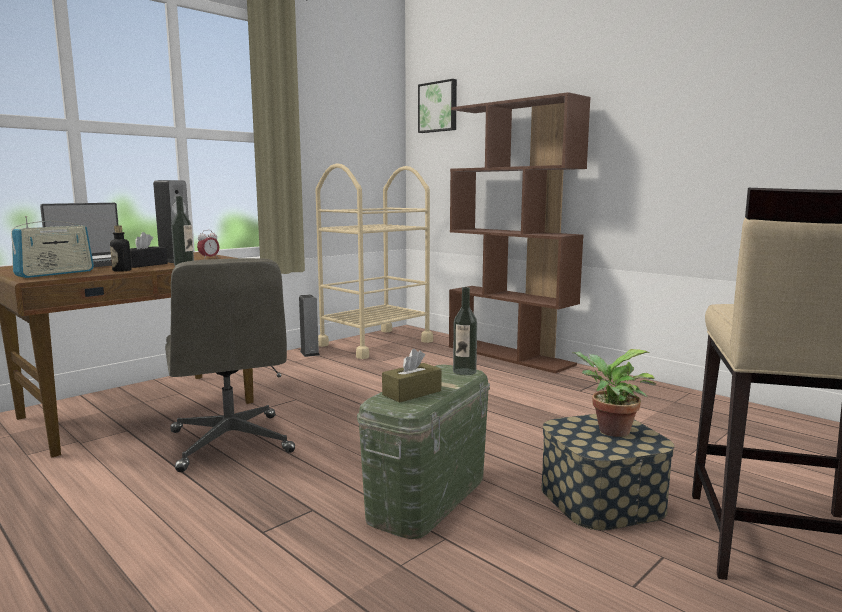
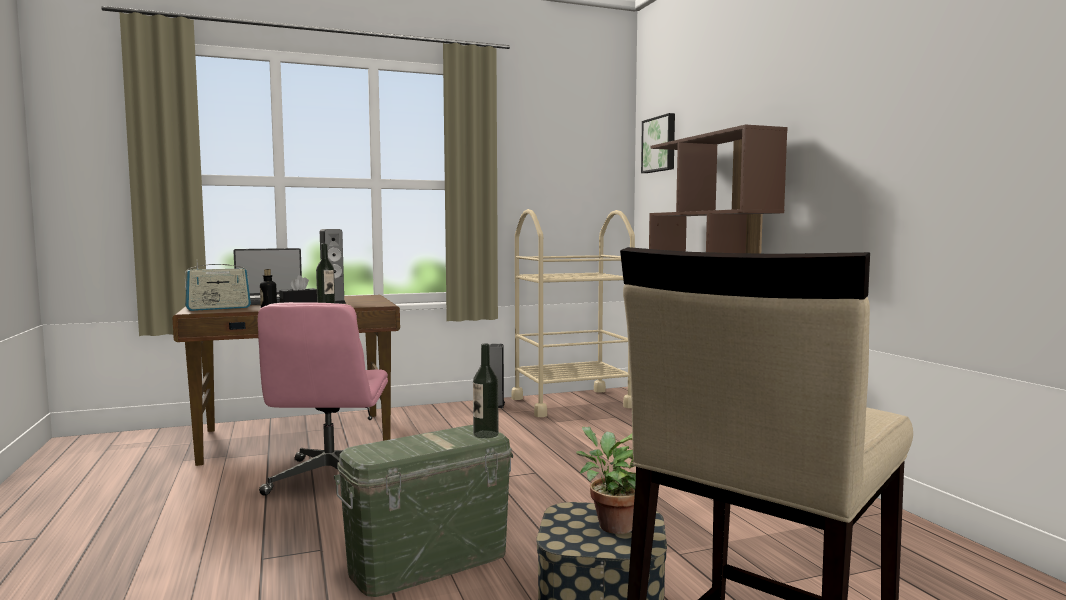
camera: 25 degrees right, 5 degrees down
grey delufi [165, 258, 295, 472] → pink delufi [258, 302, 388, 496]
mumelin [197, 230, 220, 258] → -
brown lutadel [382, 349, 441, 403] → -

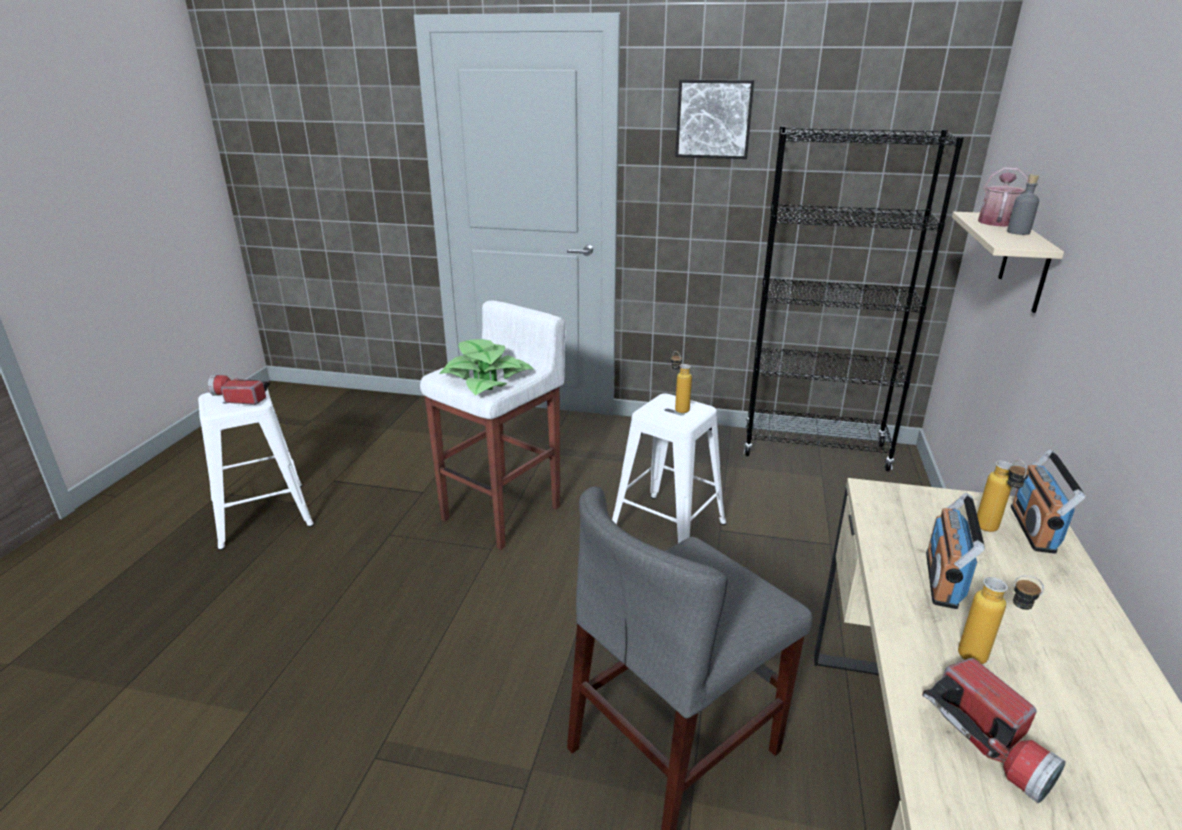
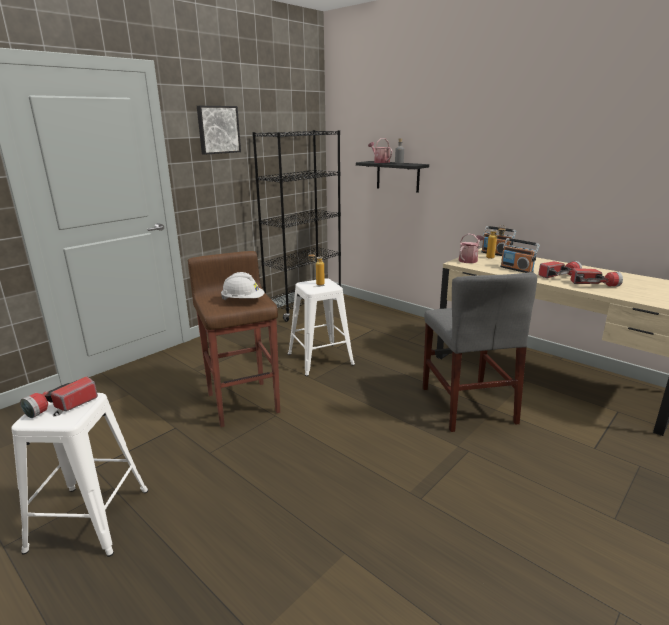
camera: 60 degrees left, 5 degrees down
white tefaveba [420, 301, 566, 550] → brown tefaveba [188, 251, 280, 427]
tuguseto [439, 339, 535, 395] → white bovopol [221, 272, 265, 300]
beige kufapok [952, 212, 1064, 313] → black kufapok [356, 161, 429, 193]
- → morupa [458, 233, 484, 263]
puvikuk [958, 575, 1044, 664] → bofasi [539, 261, 582, 278]

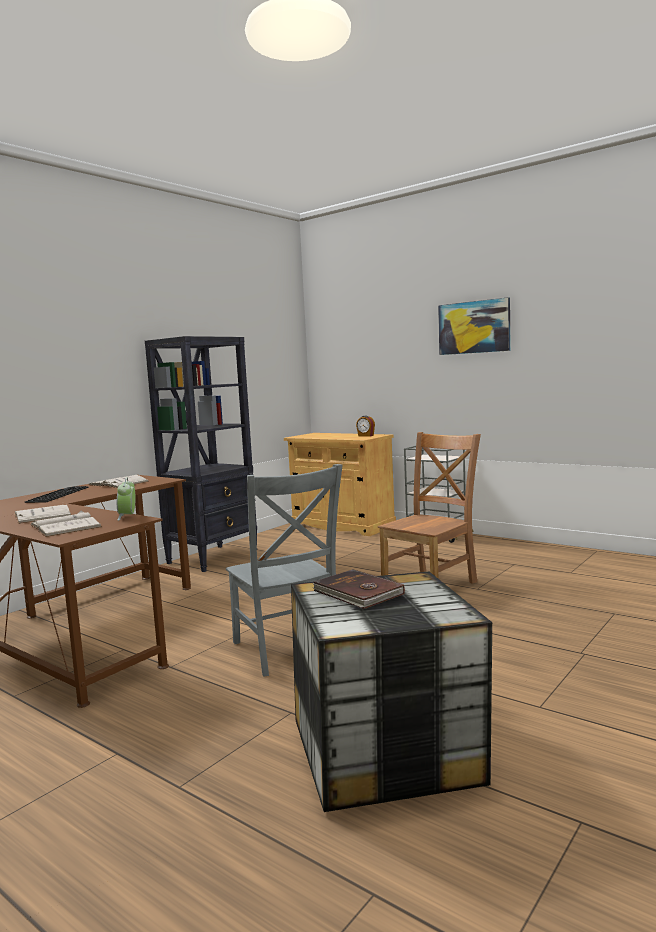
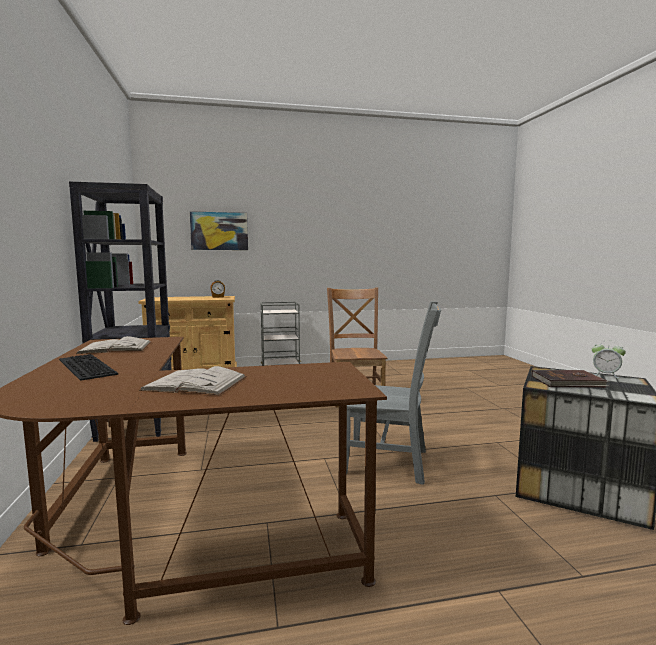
camera: 50 degrees left, 0 degrees up
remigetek [438, 297, 511, 355] → remigetek [190, 212, 248, 250], relocated
mumelin [117, 477, 136, 521] → mumelin [592, 340, 626, 379], relocated
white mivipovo [30, 511, 102, 537] → -

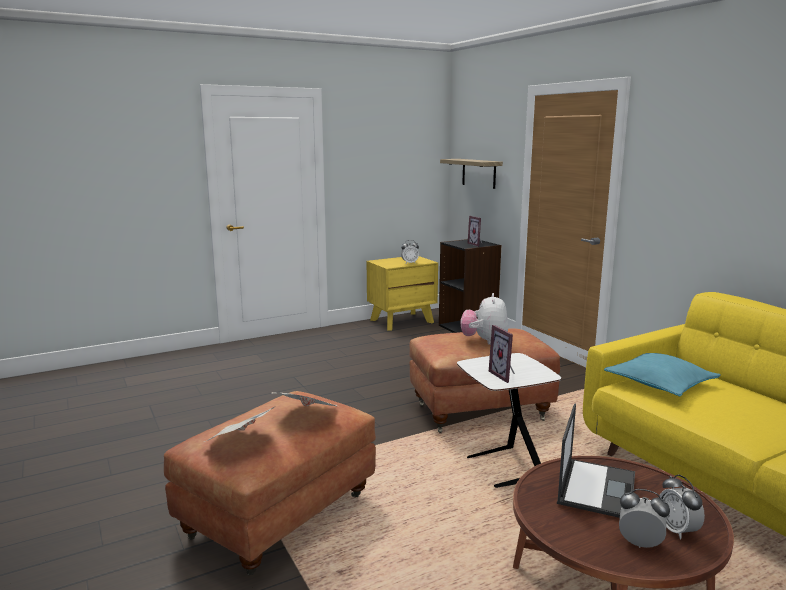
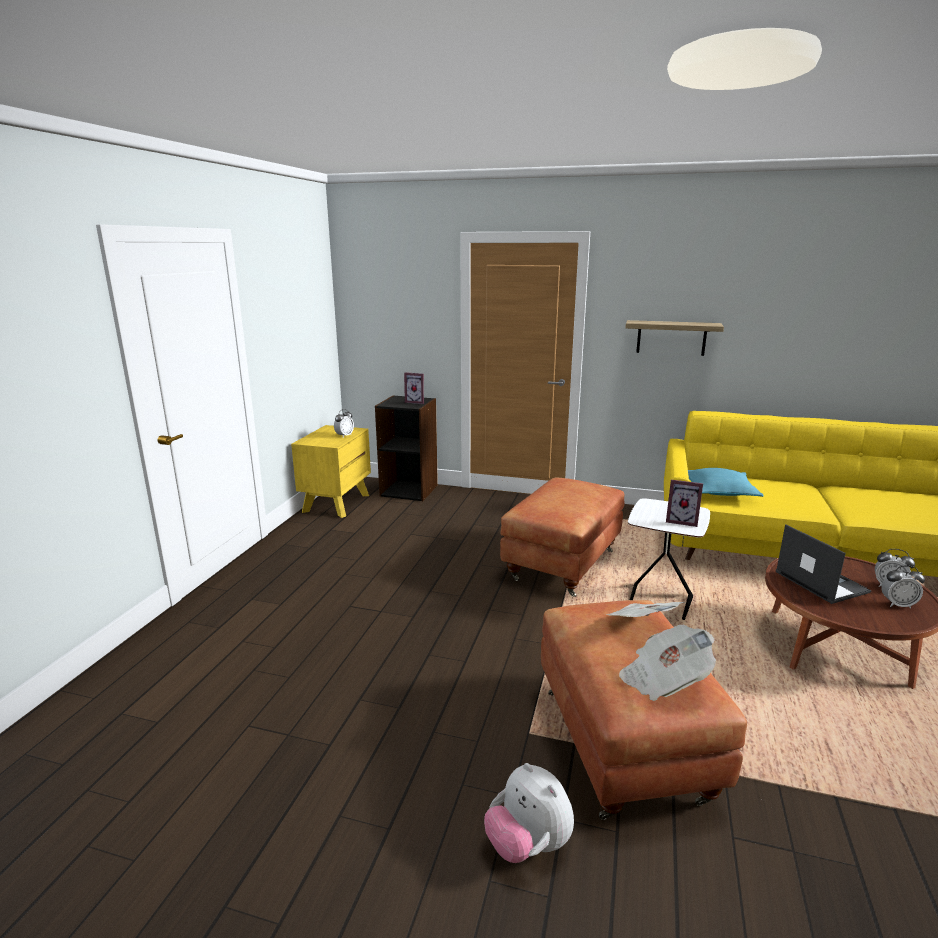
camera: 45 degrees left, 5 degrees up
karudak [461, 293, 508, 345] → karudak [484, 763, 574, 863], relocated
kufapok [440, 159, 503, 189] → kufapok [625, 320, 724, 356], relocated
mumelin [619, 489, 670, 548] → mumelin [881, 565, 925, 609], 150 degrees counterclockwise

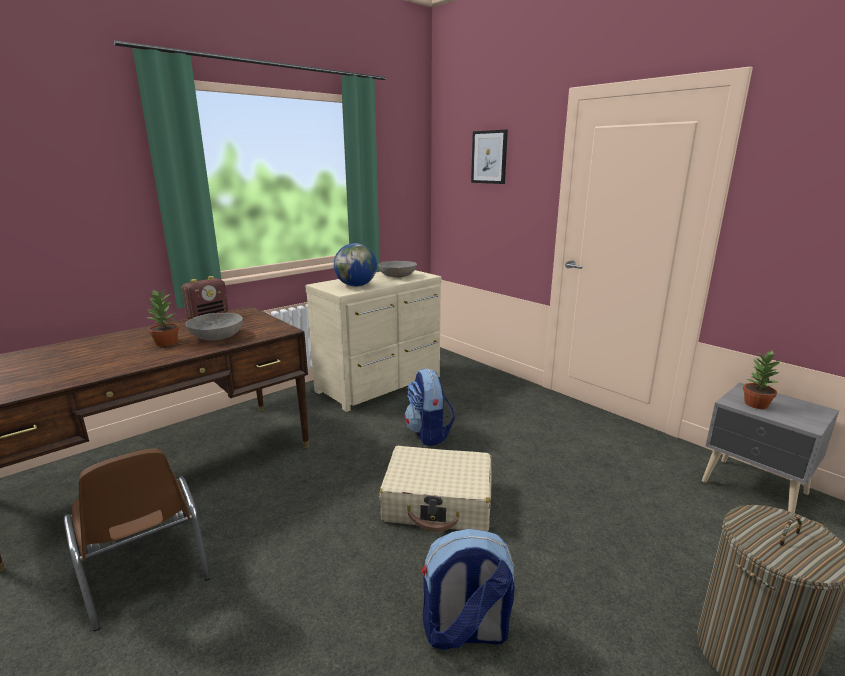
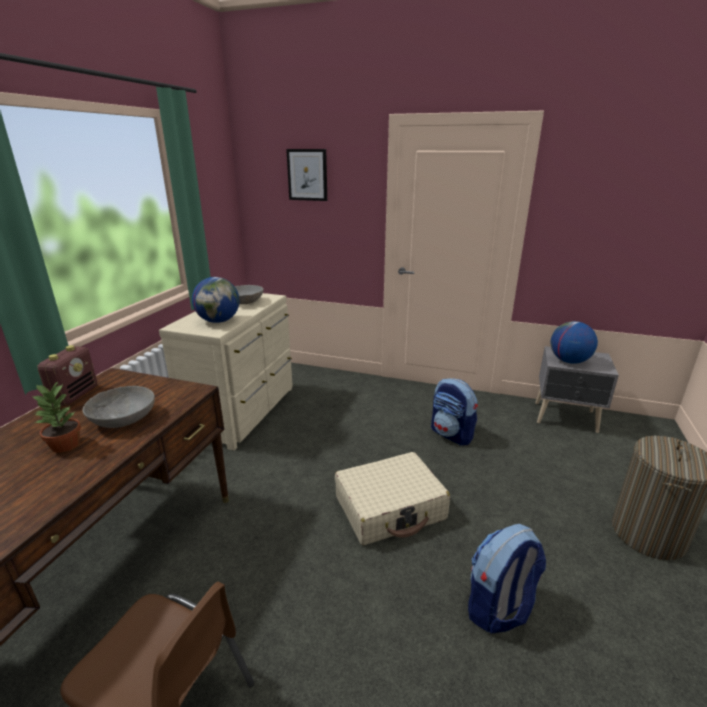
camera: 30 degrees left, 5 degrees up
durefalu [405, 368, 455, 446] → durefalu [431, 378, 478, 445], relocated
tuguseto [743, 350, 781, 409] → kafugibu [551, 321, 598, 364]

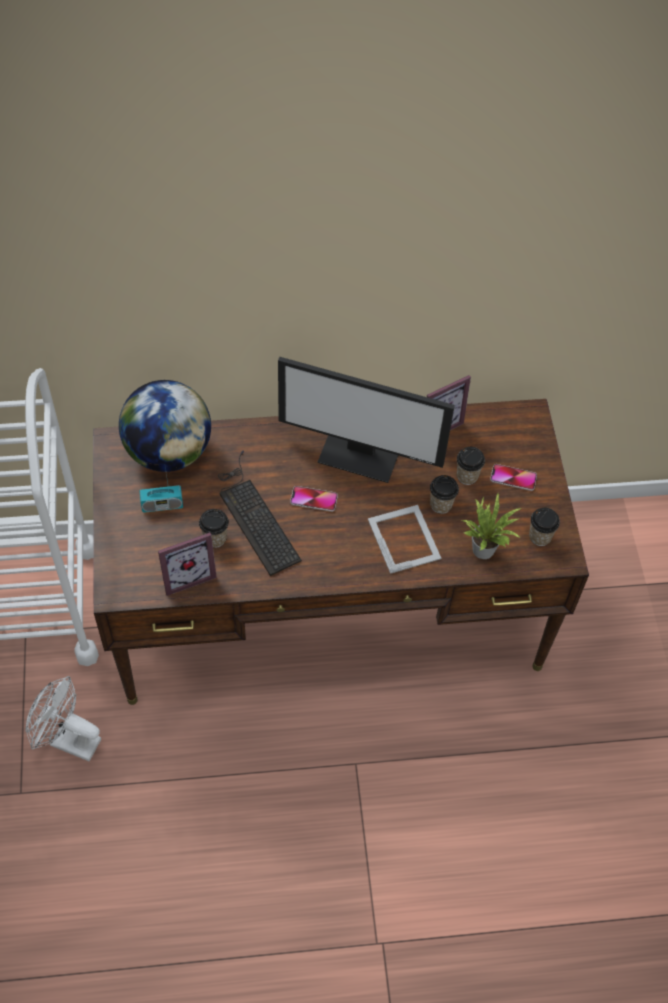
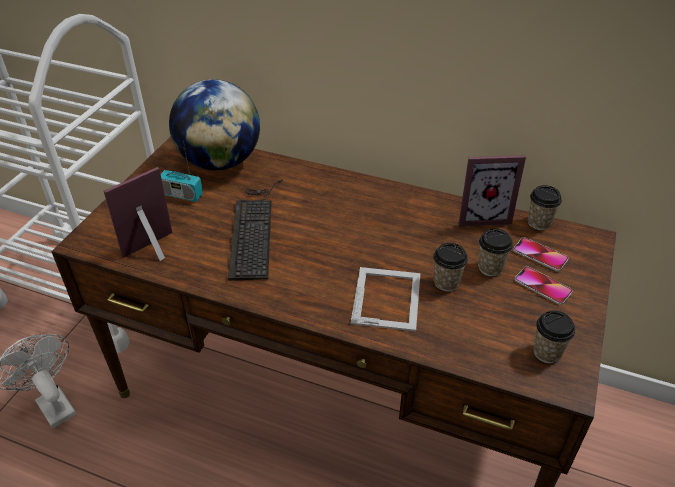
camera: 30 degrees right, 15 degrees down
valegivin [158, 532, 217, 596] → valegivin [104, 167, 172, 261], 135 degrees clockwise
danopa [290, 486, 338, 512] → danopa [513, 238, 568, 271], relocated
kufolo [199, 509, 229, 548] → kufolo [528, 185, 562, 230], relocated
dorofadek [278, 357, 455, 483] → -
tuguseto [462, 493, 521, 559] → -

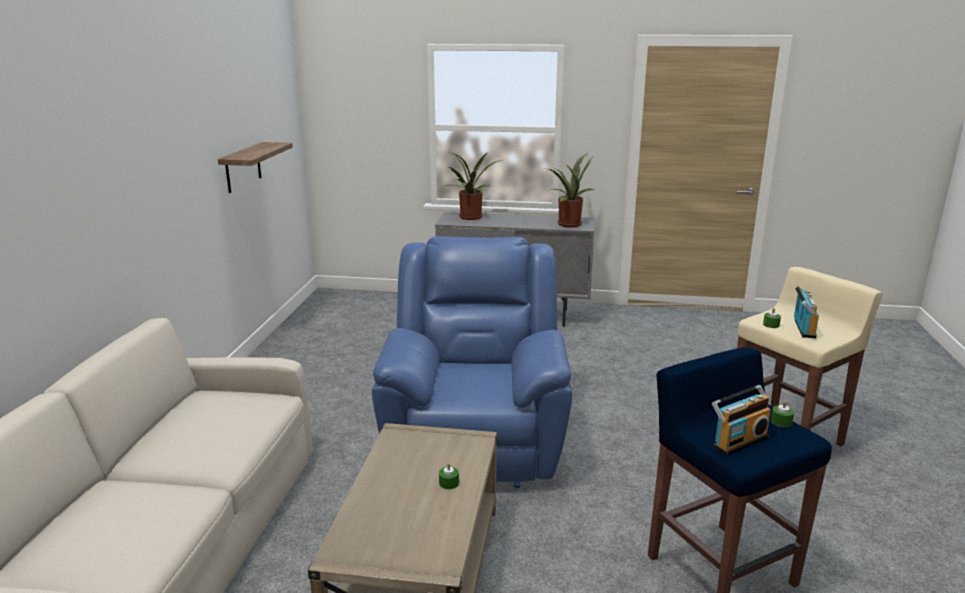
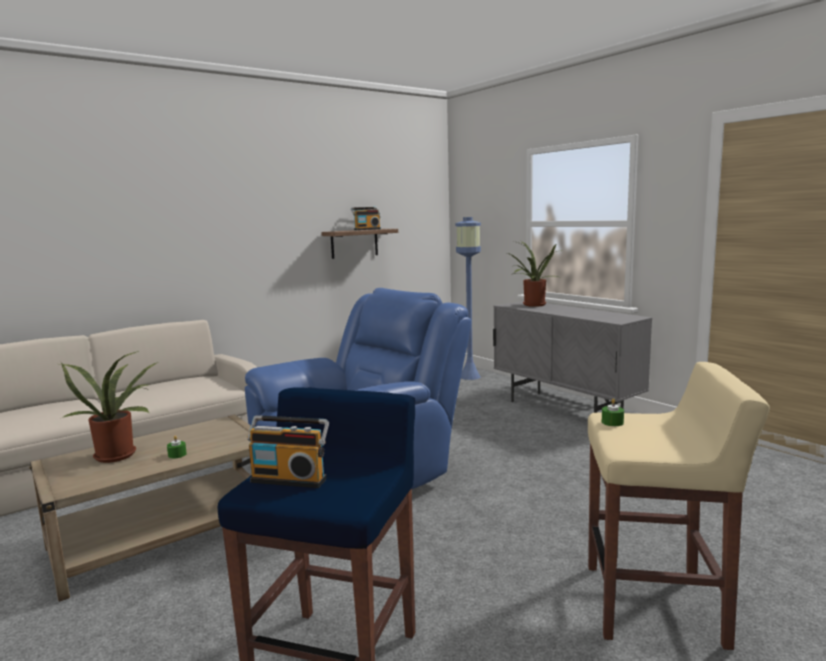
camera: 45 degrees right, 10 degrees down
tuguseto [549, 153, 594, 227] → tuguseto [60, 351, 157, 463], relocated
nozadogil [794, 285, 819, 338] → nozadogil [351, 207, 381, 230], relocated
- → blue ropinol [455, 217, 481, 380]
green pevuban [771, 401, 794, 427] → -

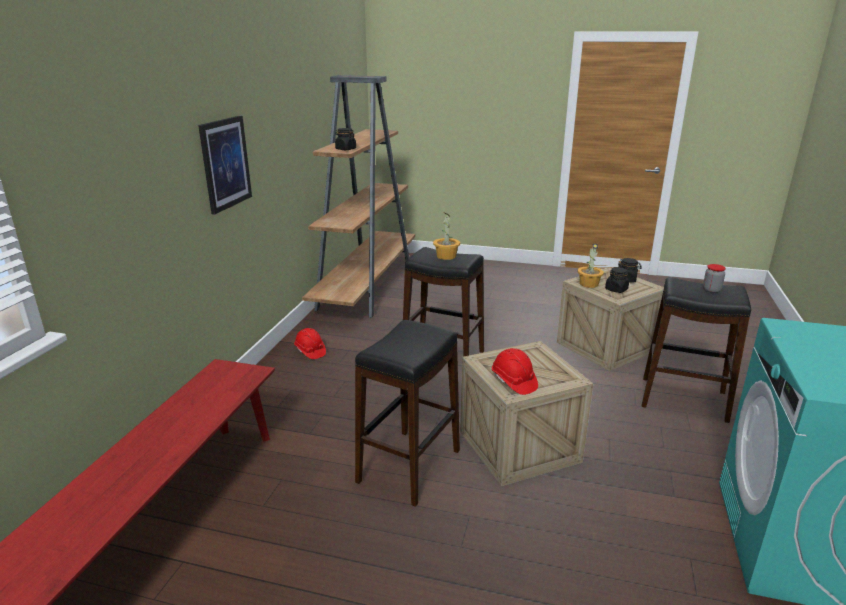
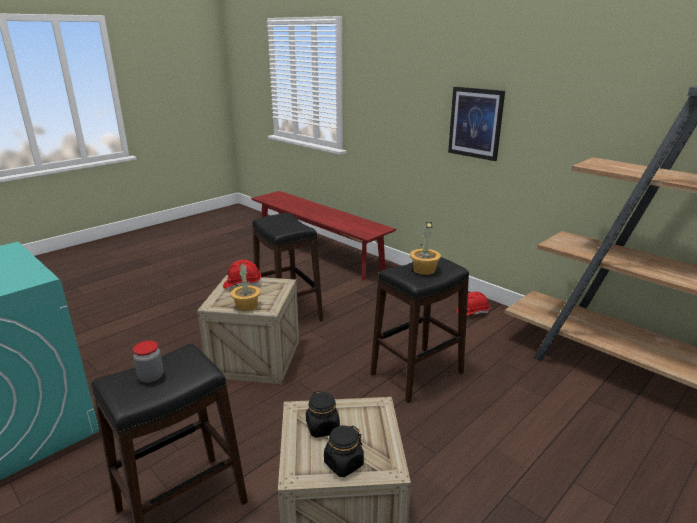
camera: 120 degrees right, 0 degrees up
tuguseto [577, 244, 604, 288] → tuguseto [231, 263, 261, 311], relocated
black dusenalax [335, 128, 356, 150] → -

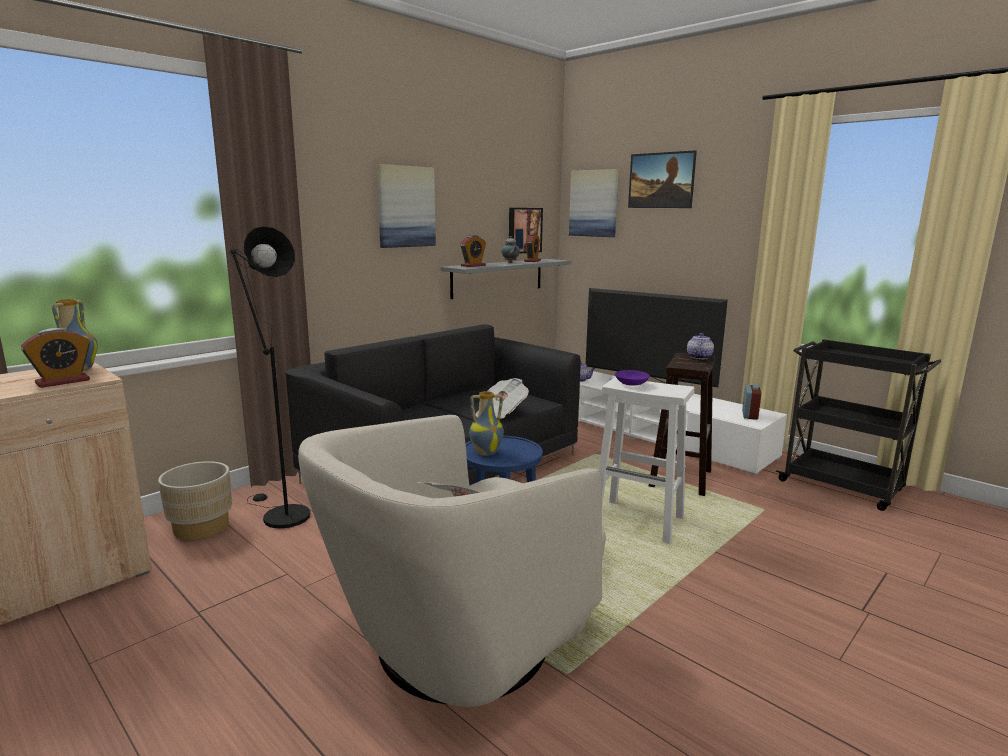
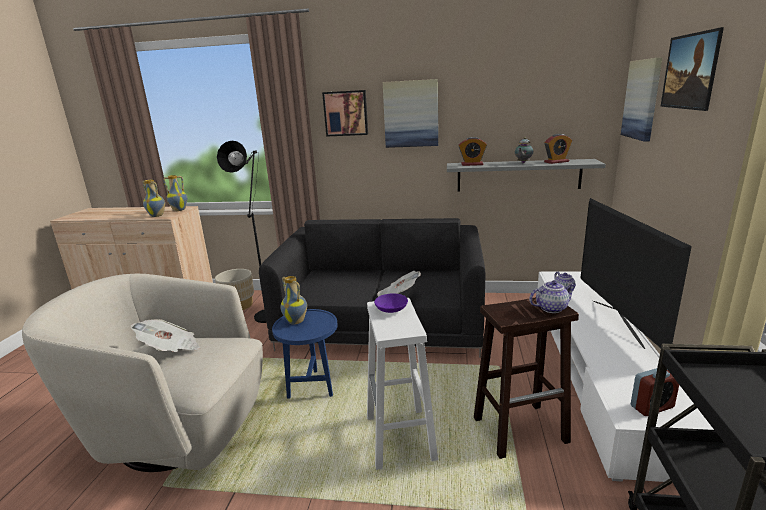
camera: 55 degrees right, 5 degrees up
mumelin [21, 328, 90, 388] → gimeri [142, 180, 165, 217]
remigetek [509, 208, 543, 253] → remigetek [322, 90, 368, 137], relocated

